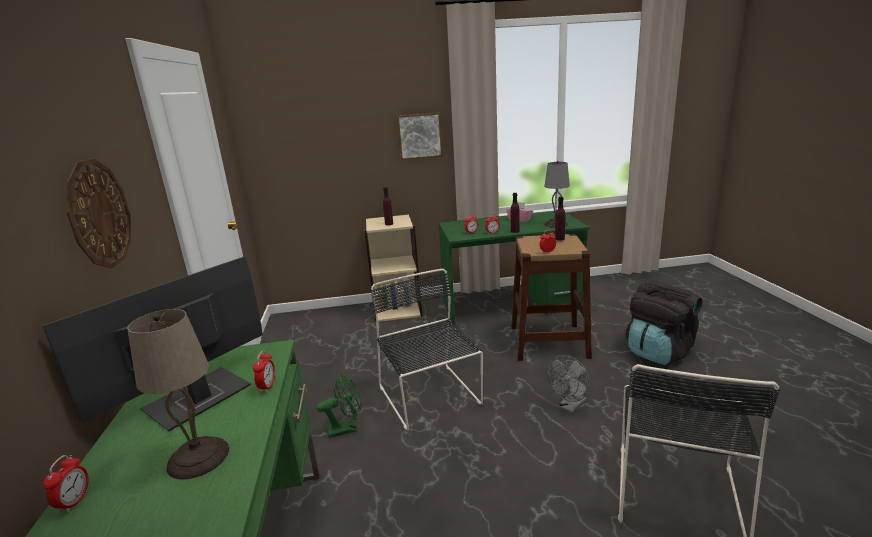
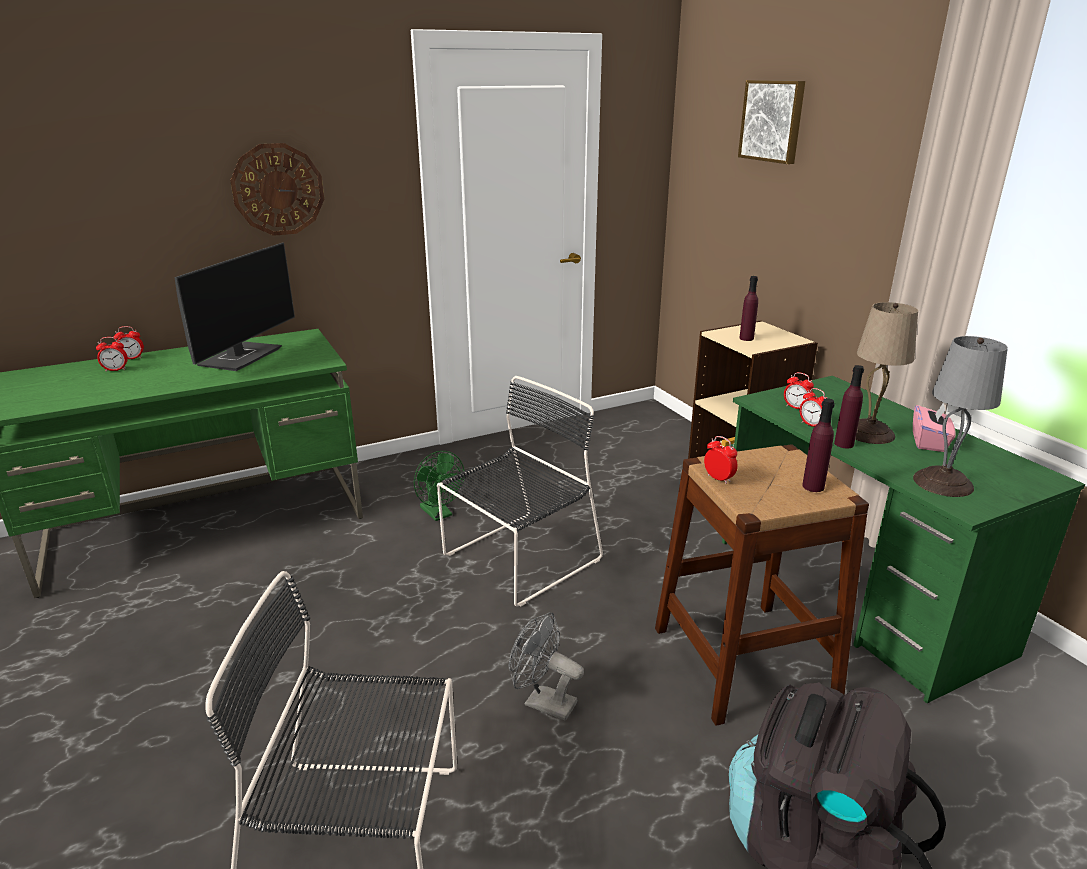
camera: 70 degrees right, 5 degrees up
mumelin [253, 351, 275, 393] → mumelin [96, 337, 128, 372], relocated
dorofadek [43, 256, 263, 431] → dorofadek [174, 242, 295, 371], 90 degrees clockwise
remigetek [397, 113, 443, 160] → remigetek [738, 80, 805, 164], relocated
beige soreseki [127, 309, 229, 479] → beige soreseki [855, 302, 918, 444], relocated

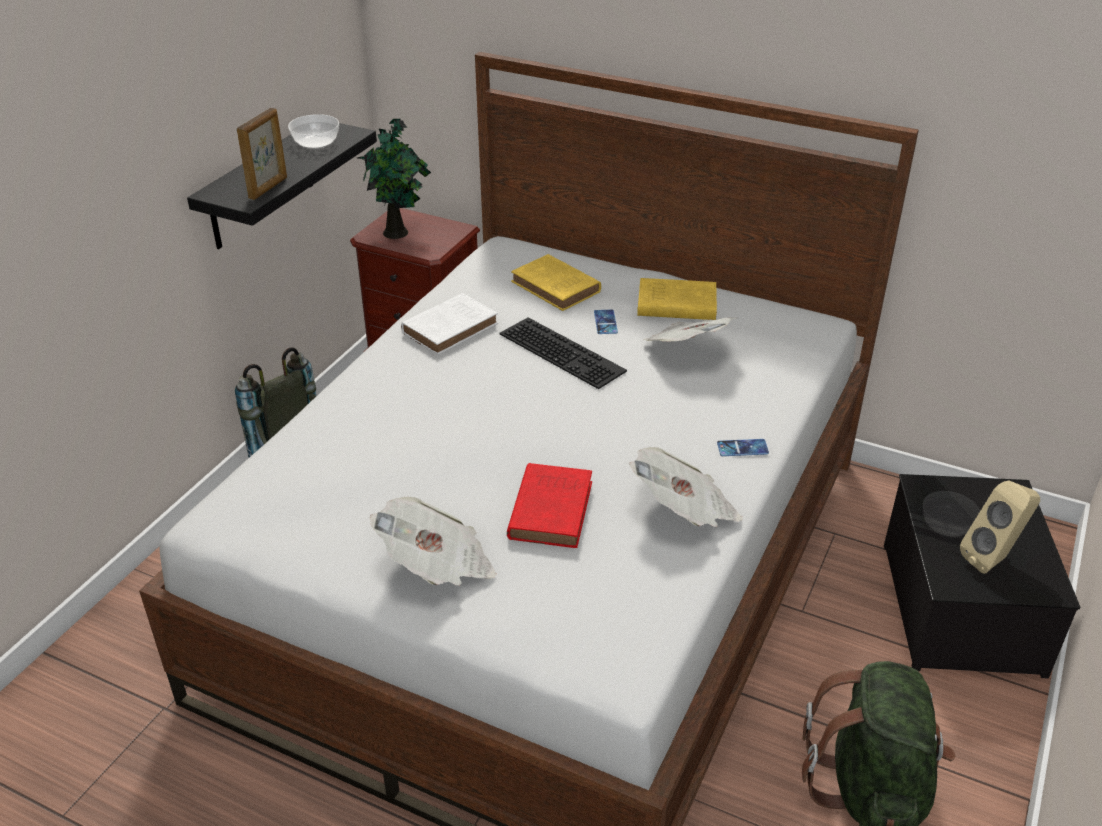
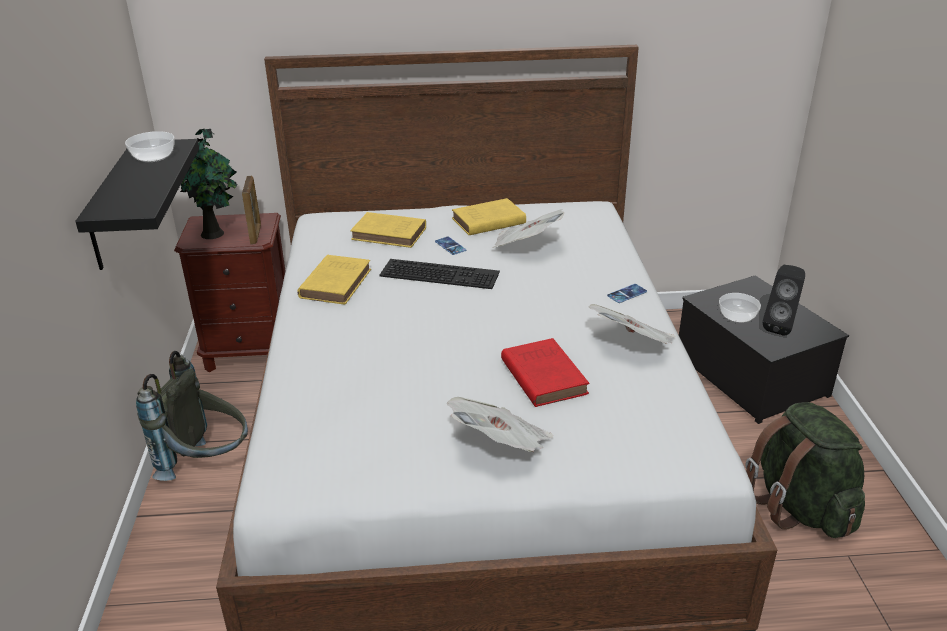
camera: 30 degrees left, 5 degrees down
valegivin [237, 108, 287, 200] → valegivin [242, 176, 261, 244], relocated
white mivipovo [401, 293, 498, 355] → yellow mivipovo [298, 255, 371, 304]
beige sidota [960, 480, 1040, 574] → black sidota [762, 265, 805, 336]

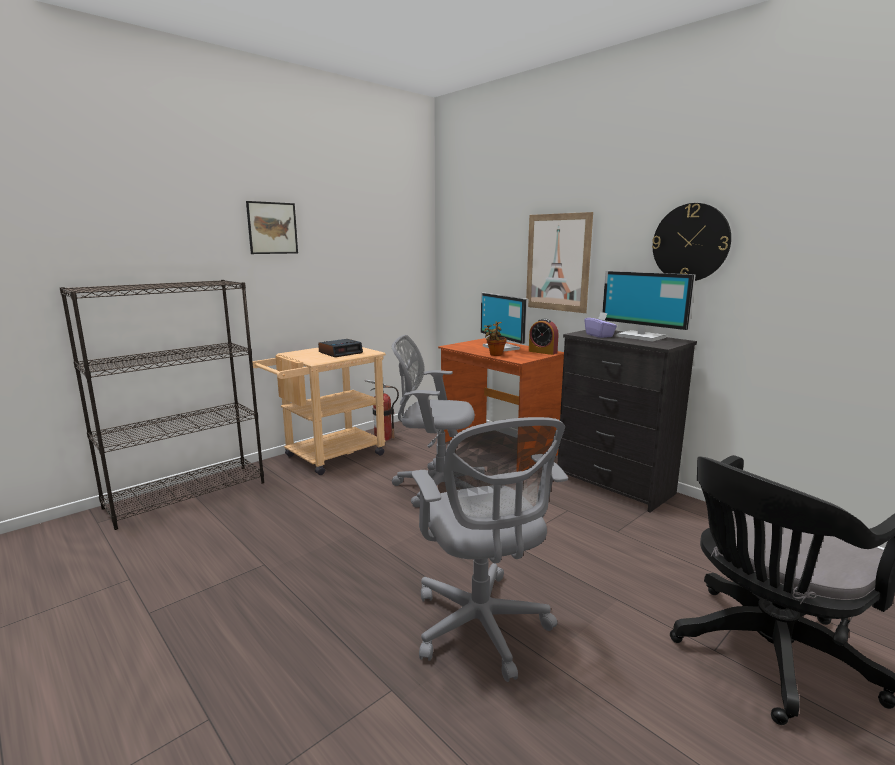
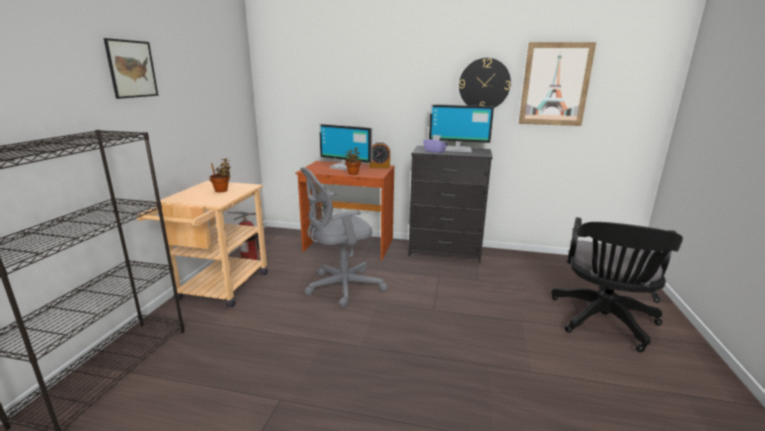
camera: 35 degrees left, 5 degrees up
mumelin [318, 339, 363, 357] → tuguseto [209, 158, 231, 192]
remigetek [526, 212, 593, 313] → remigetek [519, 42, 596, 126], relocated
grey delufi [411, 417, 568, 682] → -

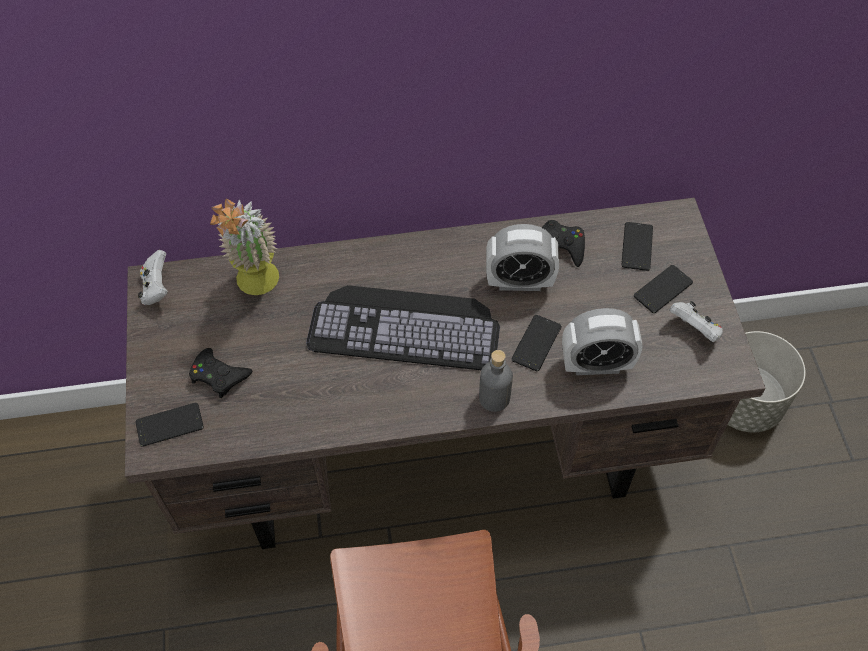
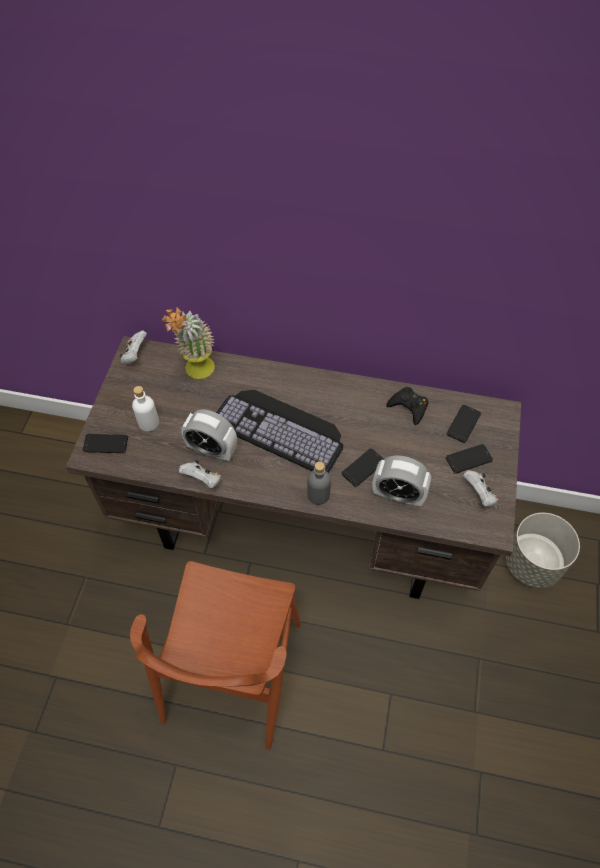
camera: 20 degrees right, 0 degrees up
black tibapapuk [189, 348, 252, 398] → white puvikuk [132, 386, 159, 431]
- → white tibapapuk [179, 460, 221, 488]
mumelin [486, 224, 559, 291] → mumelin [181, 409, 237, 462], relocated

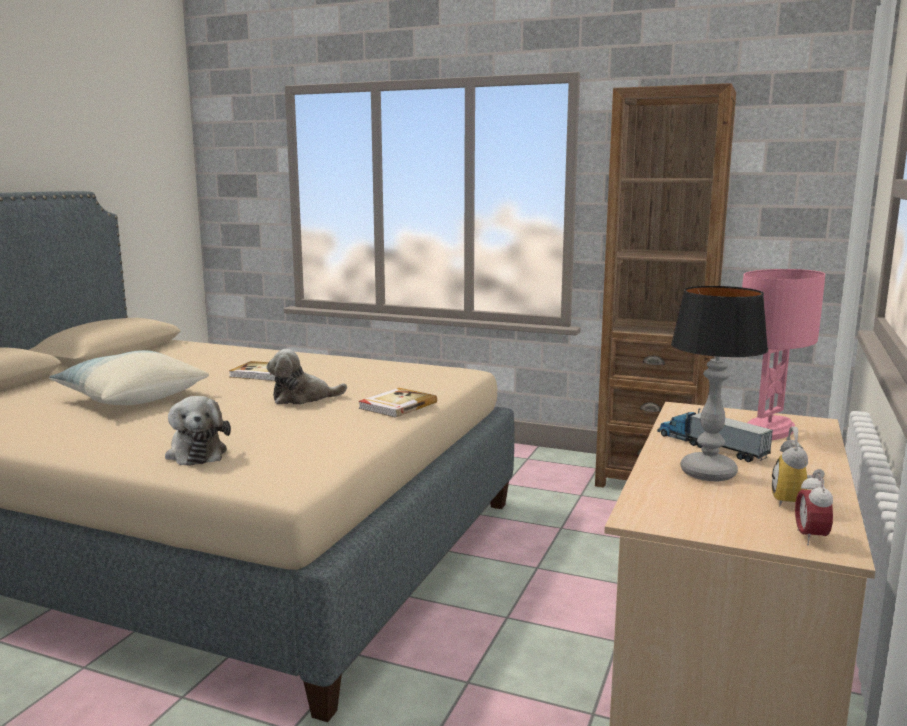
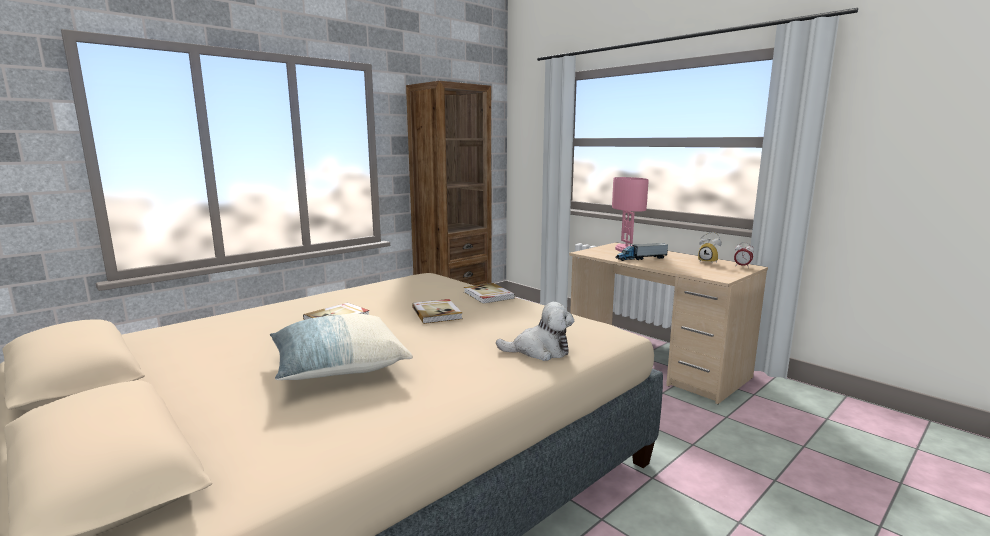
camera: 65 degrees left, 0 degrees up
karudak [267, 349, 347, 405] → mivipovo [412, 299, 463, 324]
soreseki [671, 286, 768, 481] → -

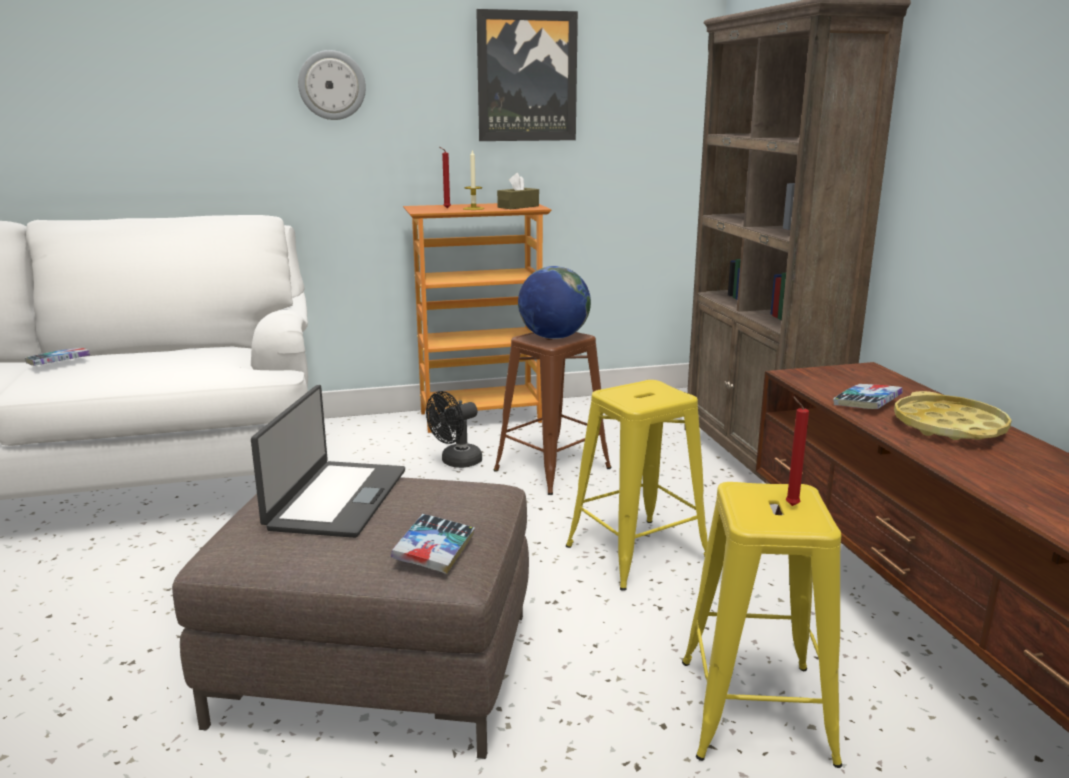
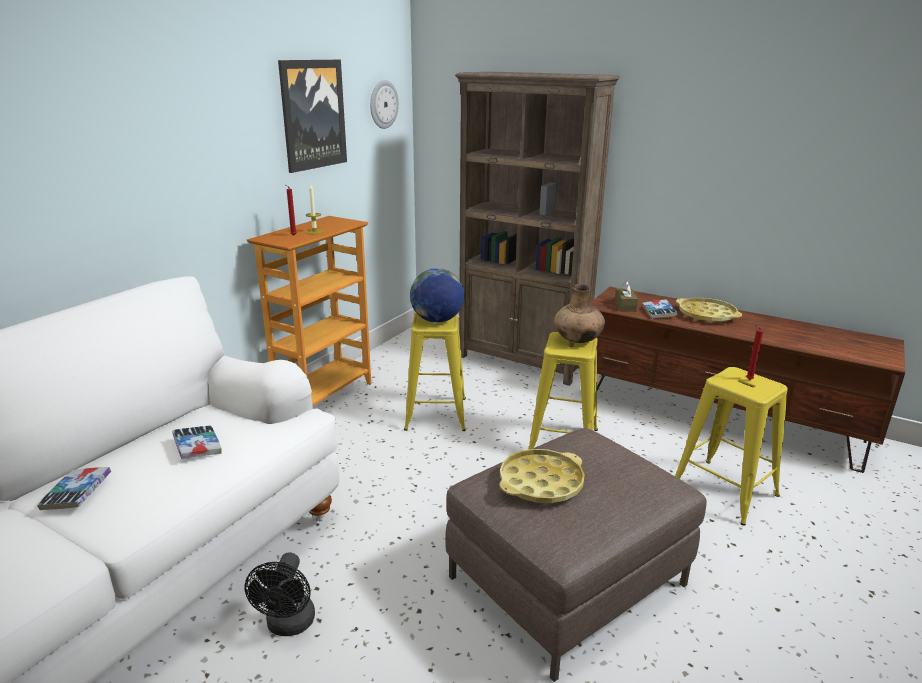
camera: 45 degrees left, 5 degrees up
mivipovo [391, 514, 475, 574] → mivipovo [173, 425, 222, 459], relocated
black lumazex [426, 391, 482, 468] → black lumazex [244, 552, 315, 636], relocated
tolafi [298, 50, 366, 120] → tolafi [370, 80, 399, 129], relocated
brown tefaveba [494, 332, 612, 495] → yellow tefaveba [404, 312, 466, 431]
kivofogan [251, 385, 405, 538] → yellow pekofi [499, 449, 585, 503]
- → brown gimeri [554, 284, 605, 343]
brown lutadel [497, 173, 539, 209] → brown lutadel [615, 281, 638, 312], relocated

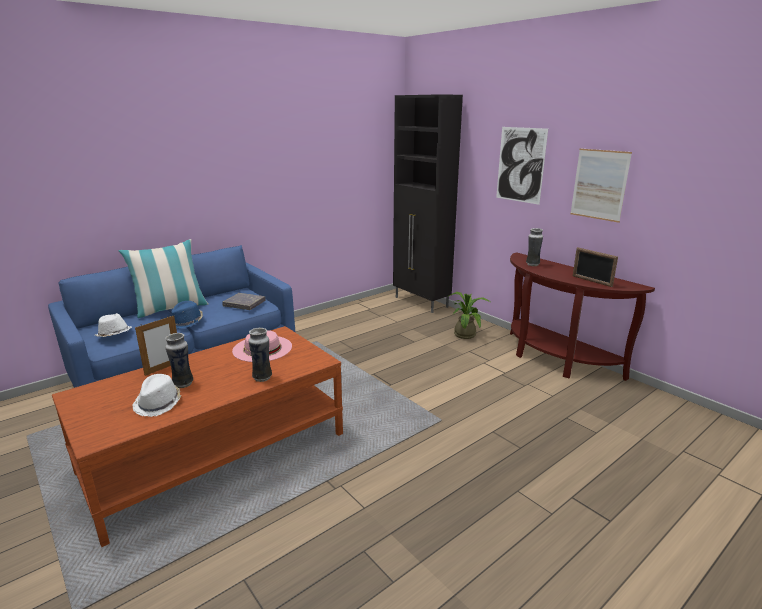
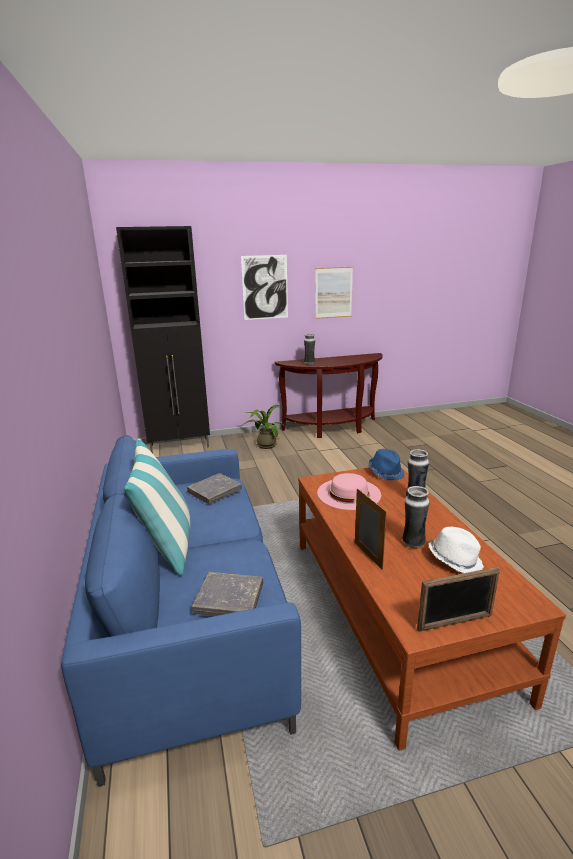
camera: 65 degrees left, 0 degrees up
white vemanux [94, 313, 132, 337] → grey mivipovo [192, 572, 263, 616]
blue vemanux [171, 301, 203, 329] → blue vemanux [368, 449, 404, 480], relocated
valegivin [573, 247, 618, 287] → valegivin [417, 567, 500, 632], relocated

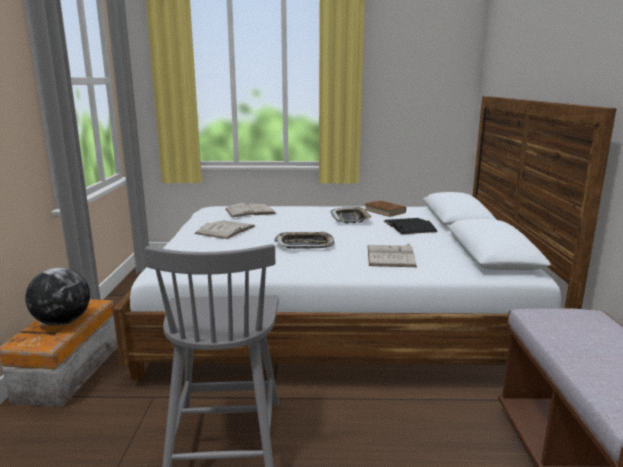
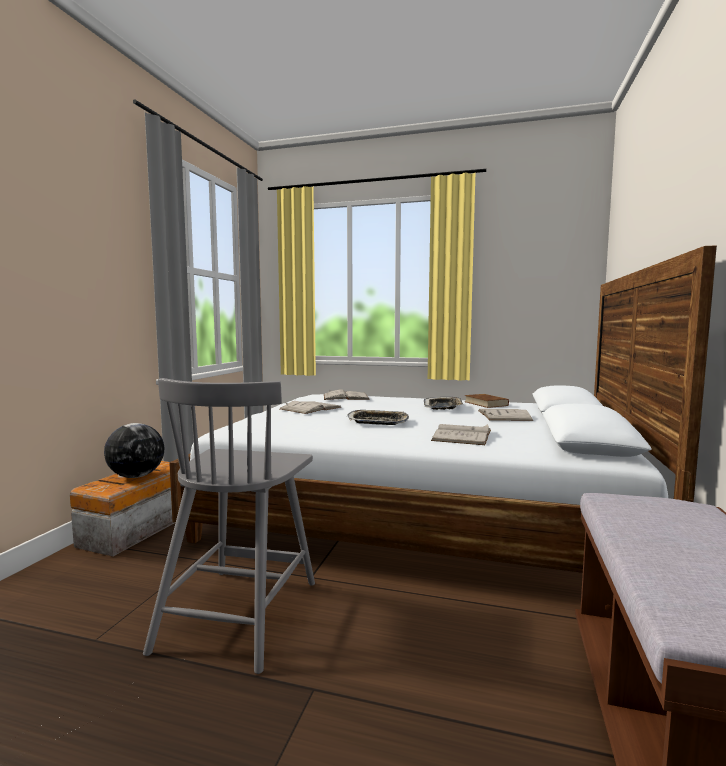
camera: 15 degrees right, 10 degrees down
black mivipovo [384, 218, 438, 234] → white mivipovo [478, 409, 533, 421]

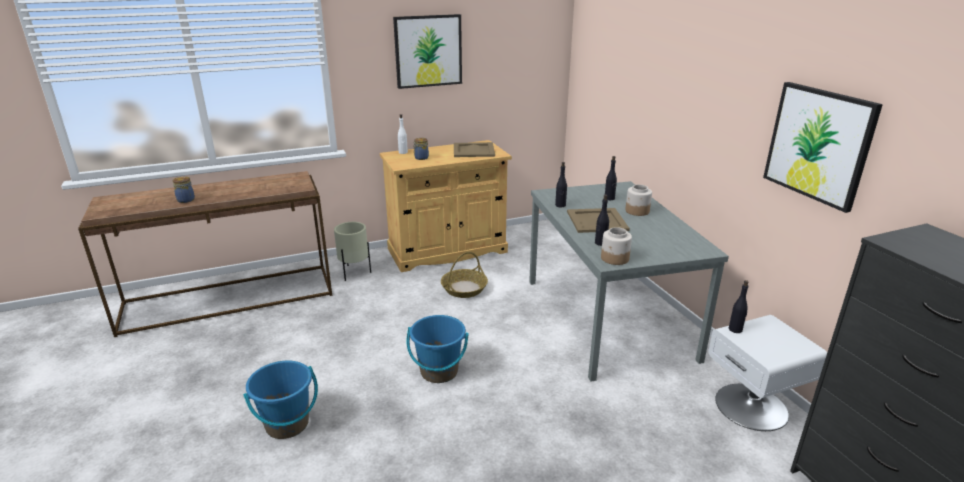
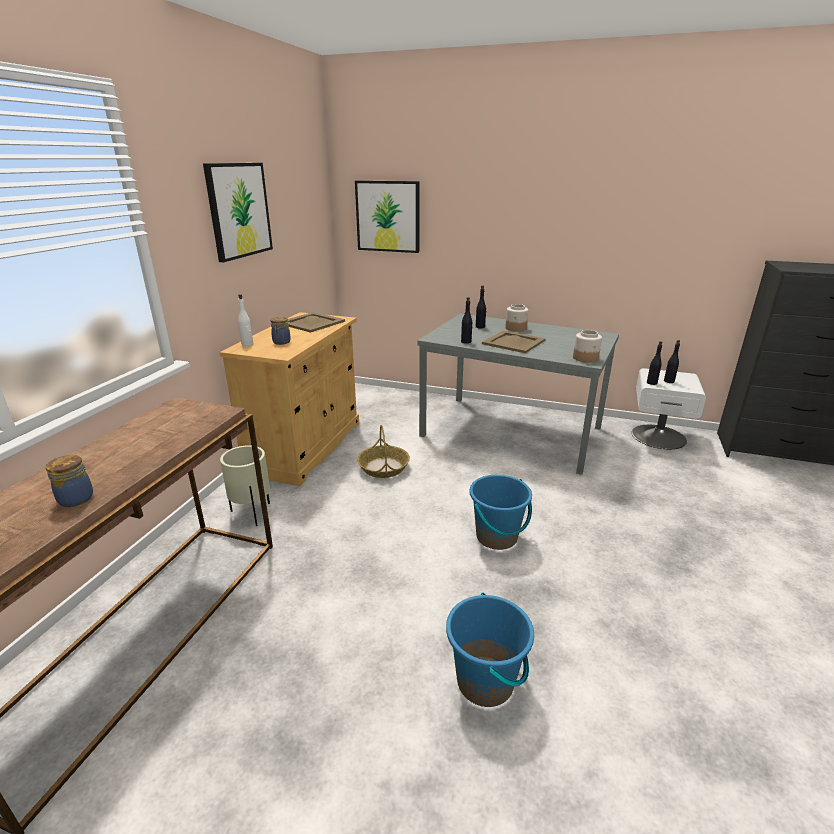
camera: 50 degrees left, 0 degrees up
remigetek [763, 82, 883, 213] → remigetek [355, 180, 420, 253], relocated
black puvikuk [595, 194, 609, 246] → black puvikuk [664, 340, 680, 383], relocated

